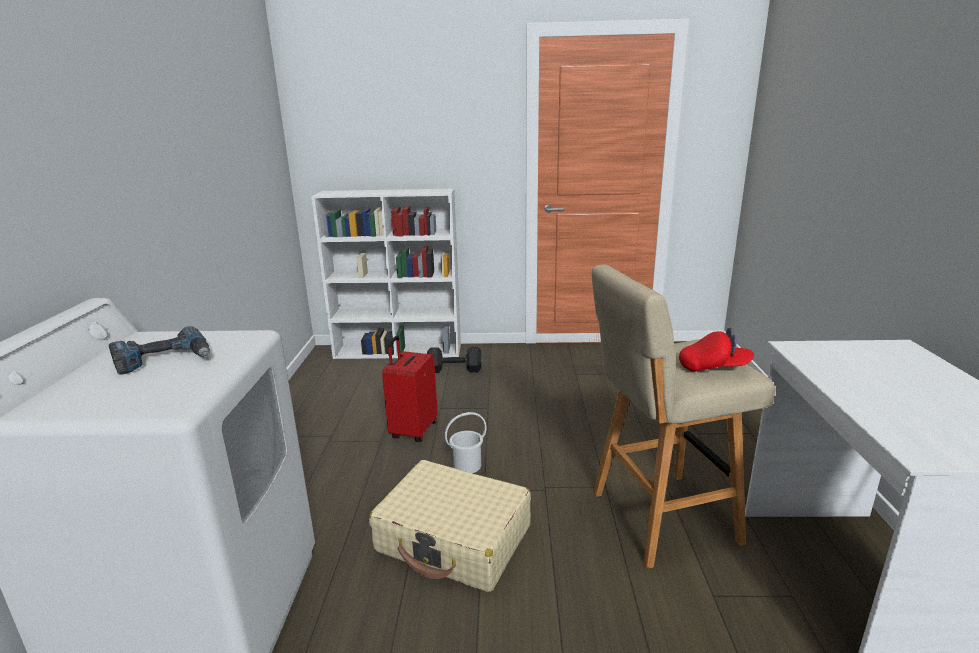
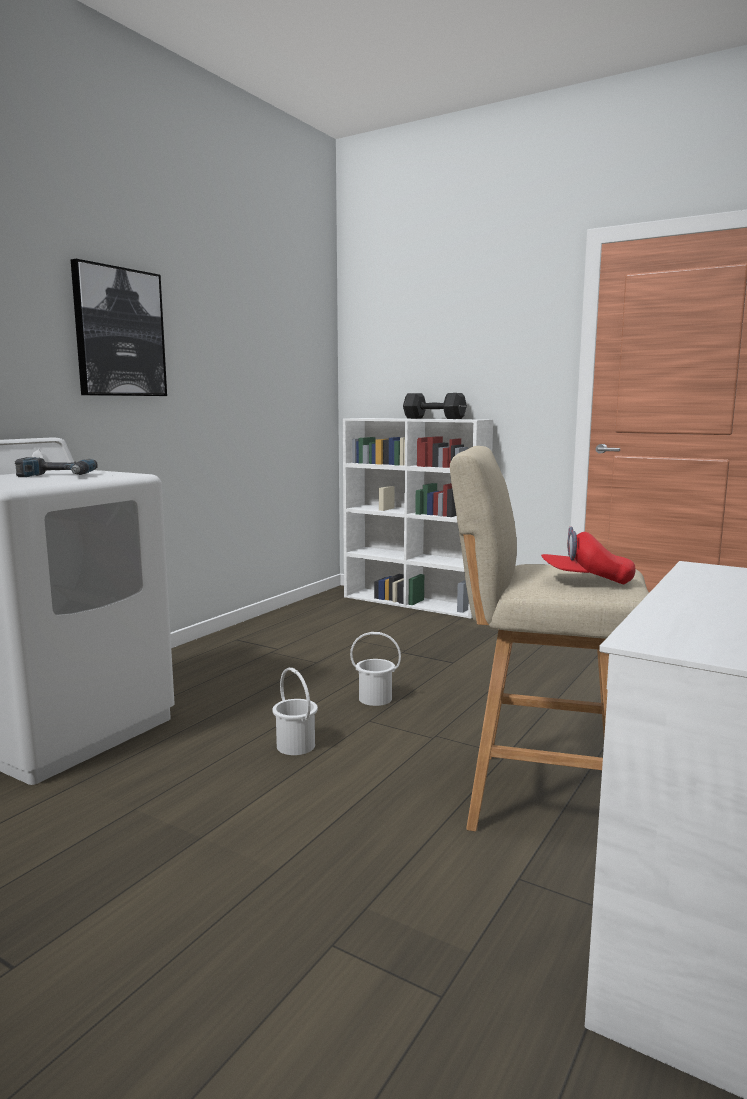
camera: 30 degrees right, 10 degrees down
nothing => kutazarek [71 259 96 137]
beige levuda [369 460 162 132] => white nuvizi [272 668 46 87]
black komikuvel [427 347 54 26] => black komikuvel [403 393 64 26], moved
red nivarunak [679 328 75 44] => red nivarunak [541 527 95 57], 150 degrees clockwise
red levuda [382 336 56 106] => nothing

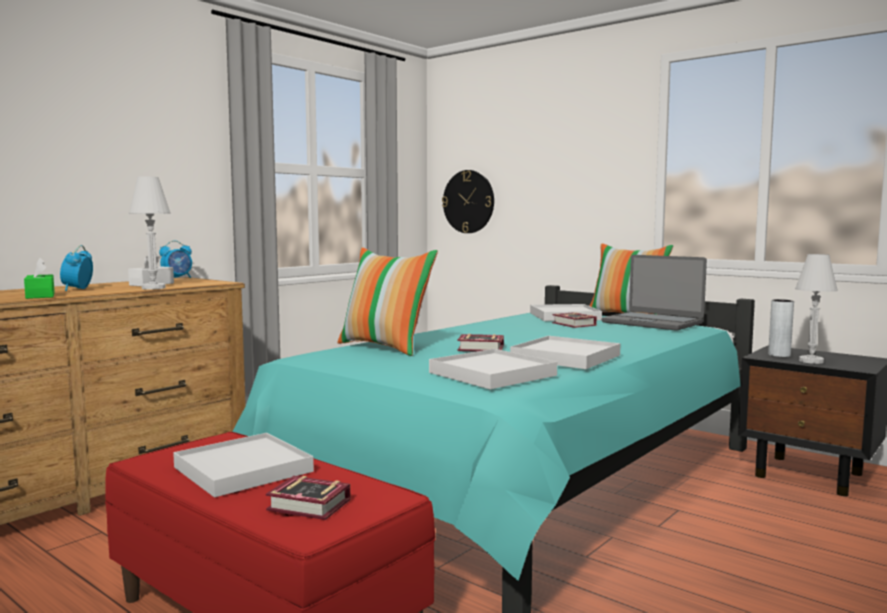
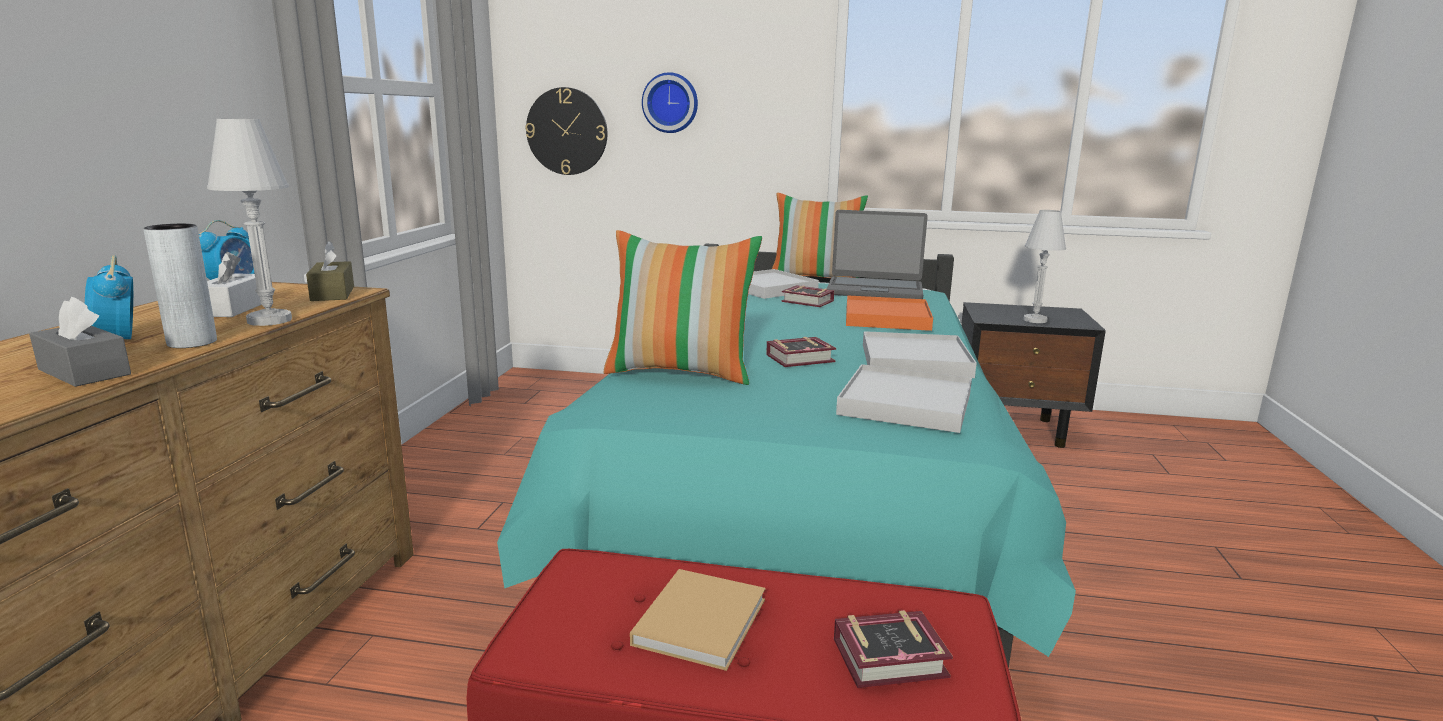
camera: 30 degrees left, 10 degrees up
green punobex [24 258 31 41] => grey punobex [29 297 102 90]
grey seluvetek [768 299 26 58] => grey seluvetek [143 224 74 124], moved
nothing => brown punobex [306 241 48 60]
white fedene [173 433 141 64] => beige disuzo [630 569 135 102]
nothing => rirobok [642 72 56 61]
nothing => orange fedene [846 295 87 36]

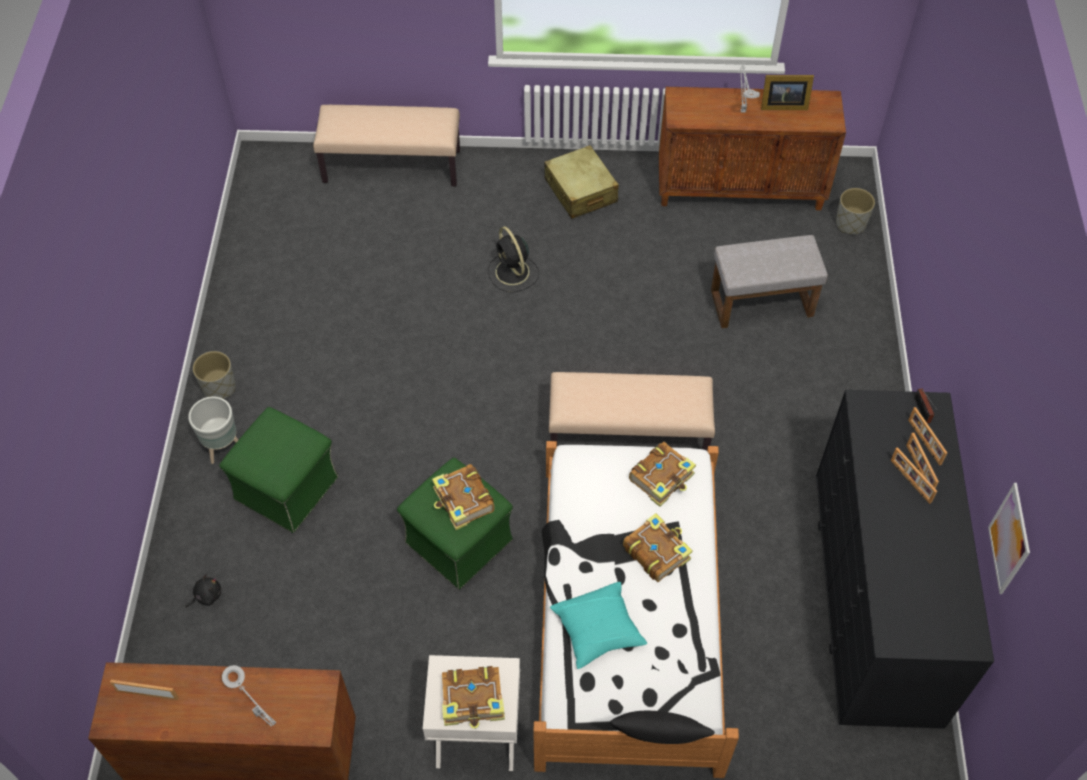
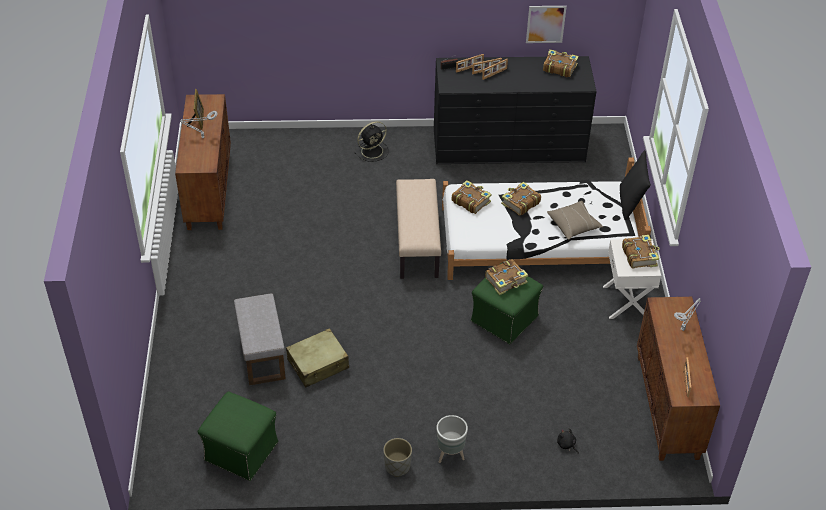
camera: 95 degrees left, 10 degrees down
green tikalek [219 407 119 126] => green tikalek [197 391 81 90], moved
grey tikalek [711 235 117 93] => grey tikalek [234 293 52 92], moved
beige levuda [544 145 75 74] => beige levuda [286 328 63 59], moved
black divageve [488 227 51 65] => black divageve [355 121 34 41], moved
nothing => disuzo [543 49 35 28]
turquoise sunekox [550 582 97 87] => beige sunekox [547 201 56 39]
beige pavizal [313 105 147 81] => nothing
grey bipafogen [836 188 39 46] => nothing

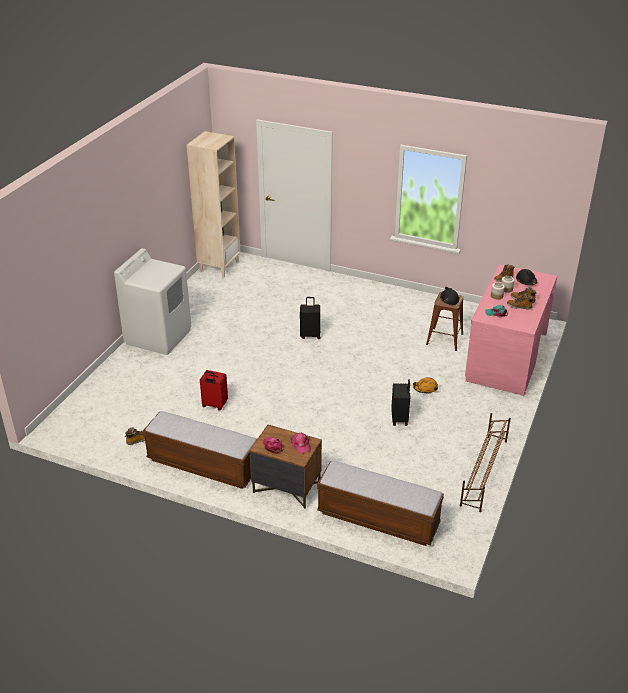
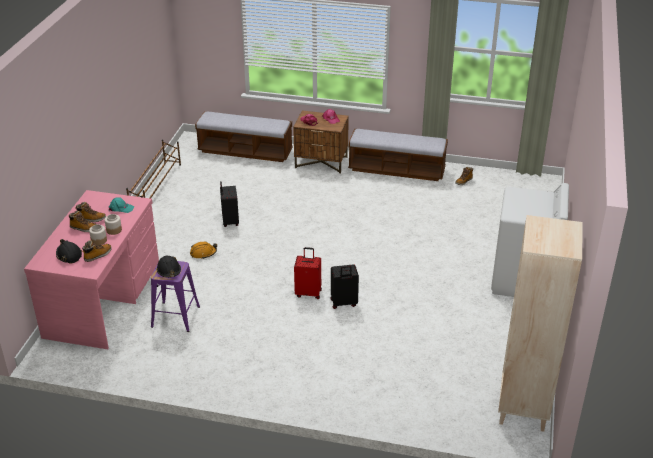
camera: 170 degrees right, 0 degrees up
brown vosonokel [426 292 37 59] => purple vosonokel [151 261 49 71]
red levuda [200 370 28 41] => red levuda [294 247 28 52], moved

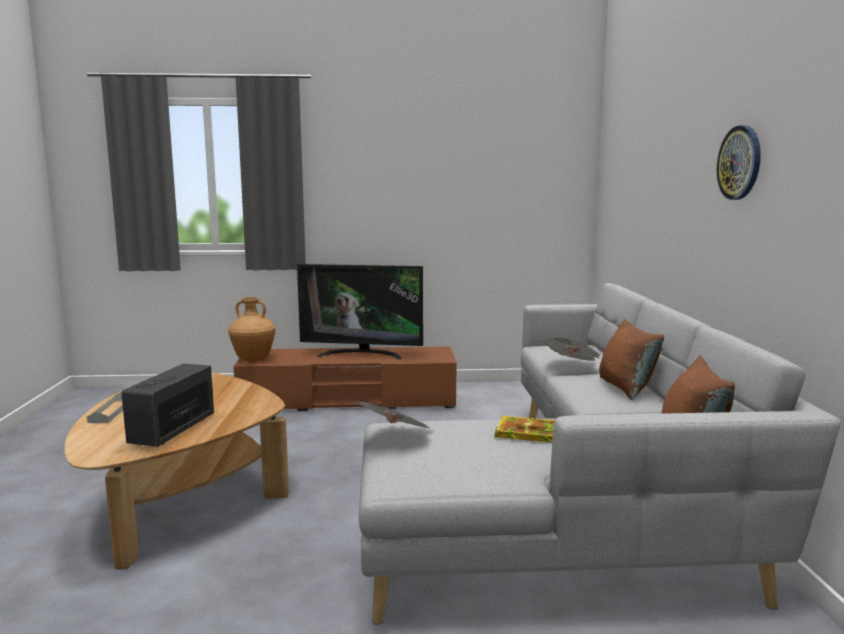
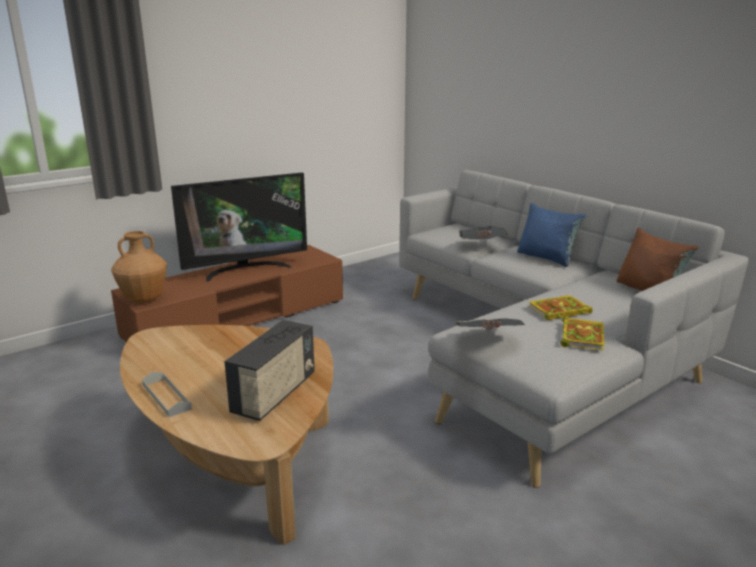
camera: 35 degrees left, 10 degrees up
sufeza [121 363 93 84] => sufeza [224 320 91 101], 135 degrees counterclockwise
brown sunekox [599 319 65 81] => blue sunekox [517 203 69 64]
nothing => disuzo [560 316 45 35]
rirobok [717 125 44 75] => nothing

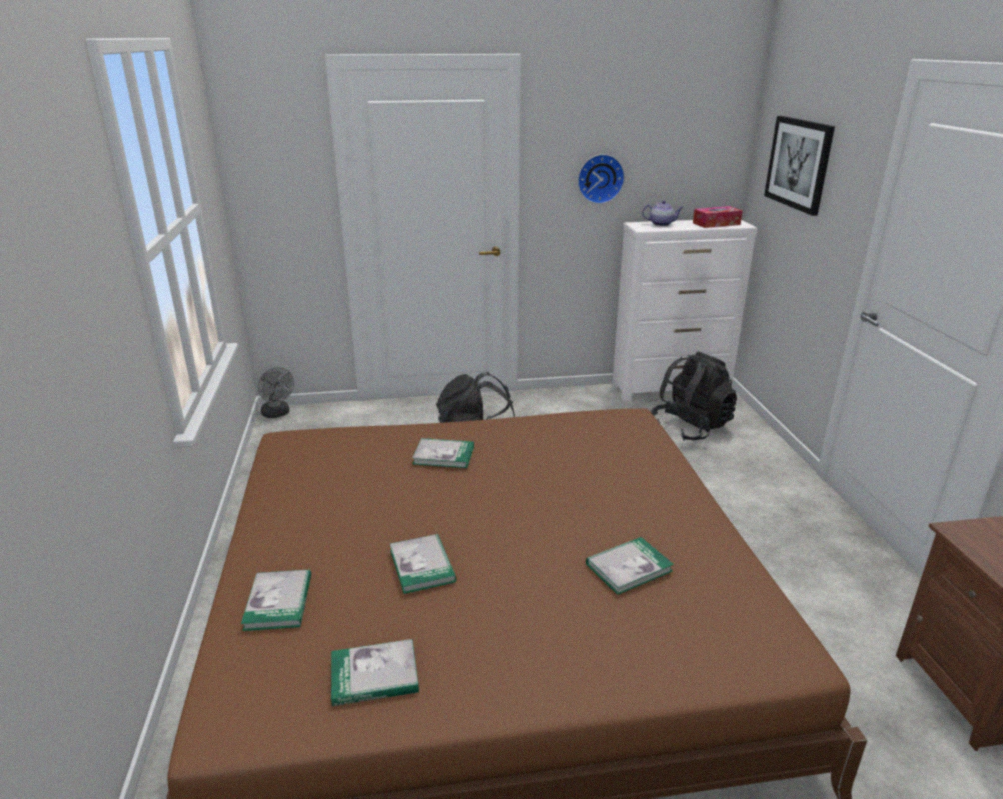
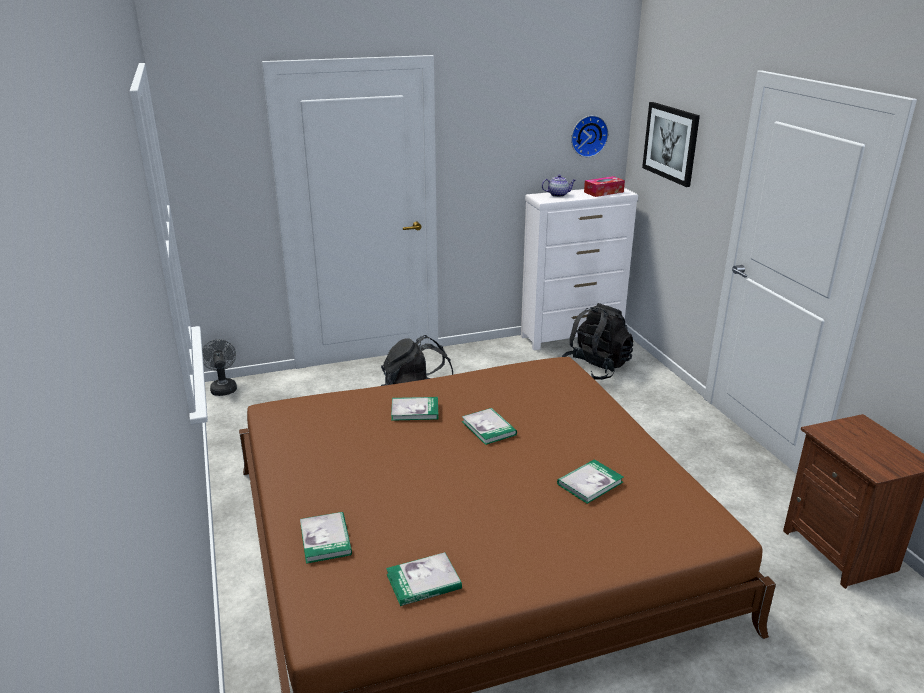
camera: 10 degrees left, 0 degrees up
grey divageve [258 367 36 51] => grey divageve [202 339 35 57], 150 degrees counterclockwise
disuzo [390 534 66 60] => disuzo [462 408 55 37], moved
rirobok [578 154 47 50] => rirobok [571 115 38 42], moved

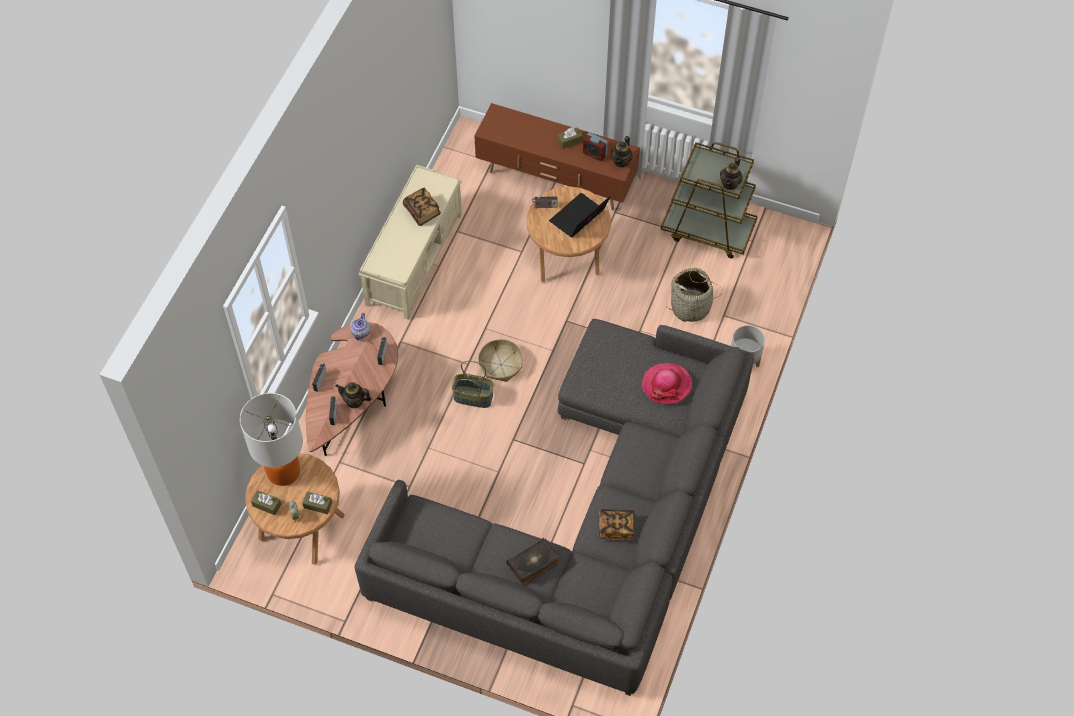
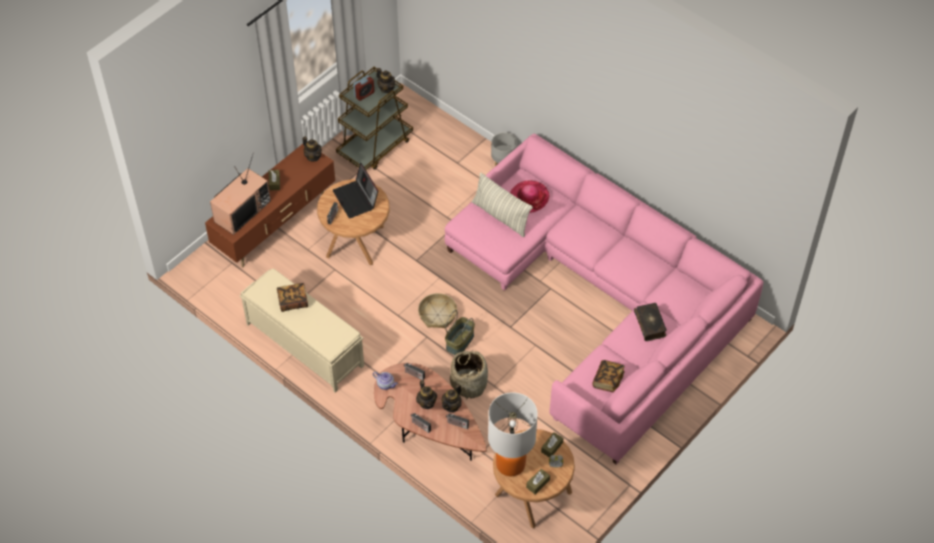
camera: 70 degrees left, 5 degrees down
nothing => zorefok [210 153 61 82]
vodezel [583 133 25 28] => vodezel [353 75 21 26], moved
nothing => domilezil [416 380 21 29]
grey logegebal [354 319 400 377] => pink logegebal [445 134 318 330]
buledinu [666 268 54 54] => buledinu [450 349 38 51], moved
nothing => sunekox [472 172 61 65]
disuzo [599 509 36 32] => disuzo [592 360 33 32], moved

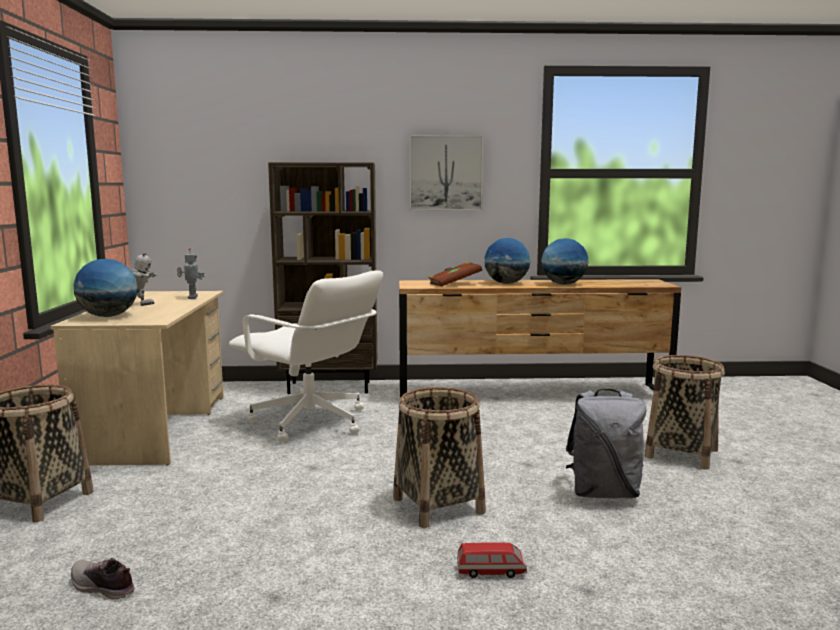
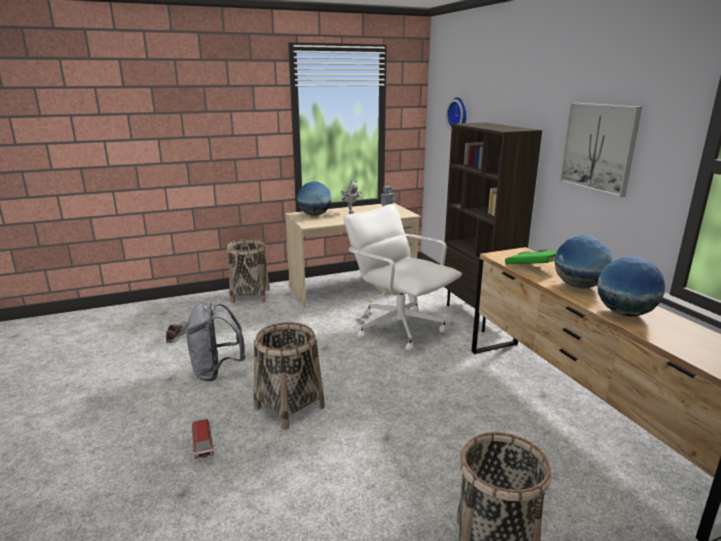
camera: 70 degrees right, 10 degrees up
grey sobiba [565 389 81 109] => grey sobiba [186 303 60 78], moved
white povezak [229 271 154 171] => white povezak [344 204 118 147], 120 degrees clockwise
nothing => rirobok [446 97 21 33]
brown disuzo [428 261 54 26] => green disuzo [505 249 53 15]

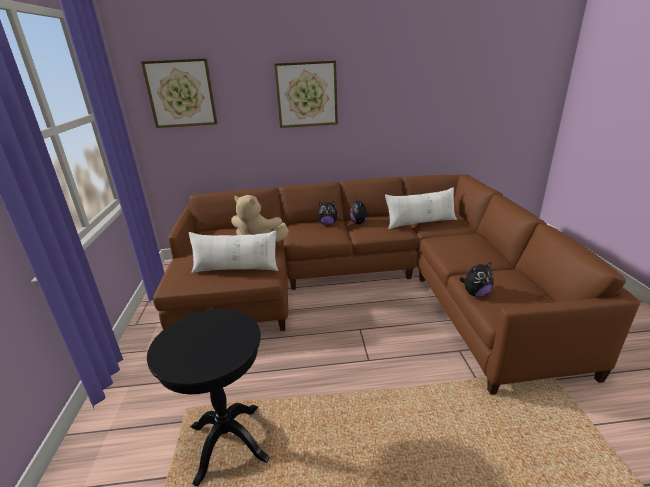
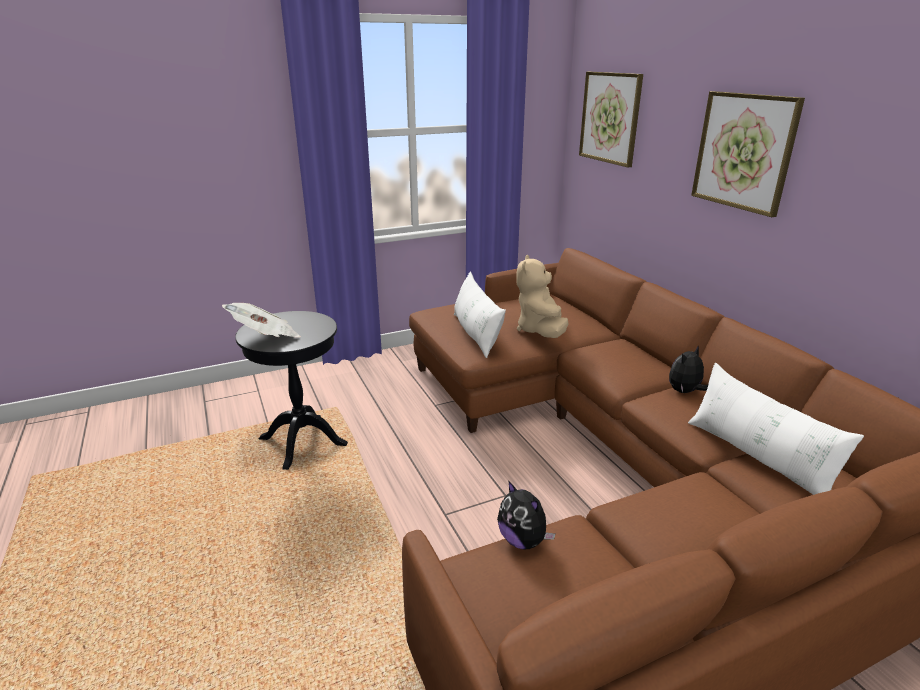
camera: 70 degrees right, 0 degrees up
nothing => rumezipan [222 303 79 34]
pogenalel [317 201 22 24] => nothing

